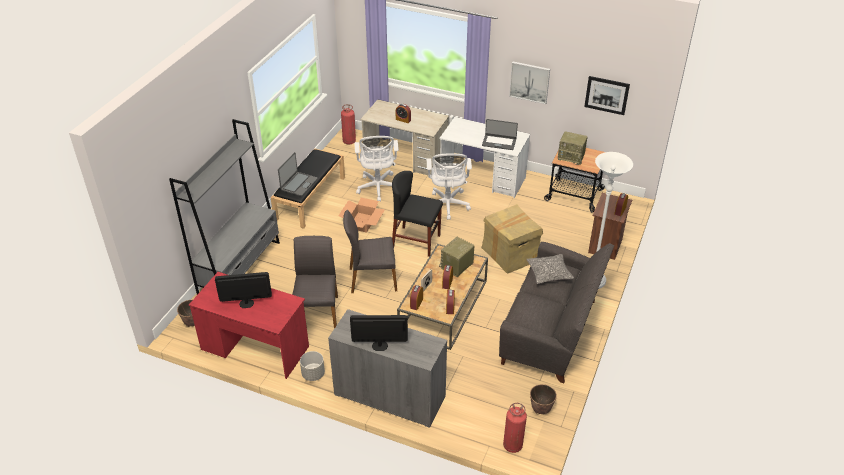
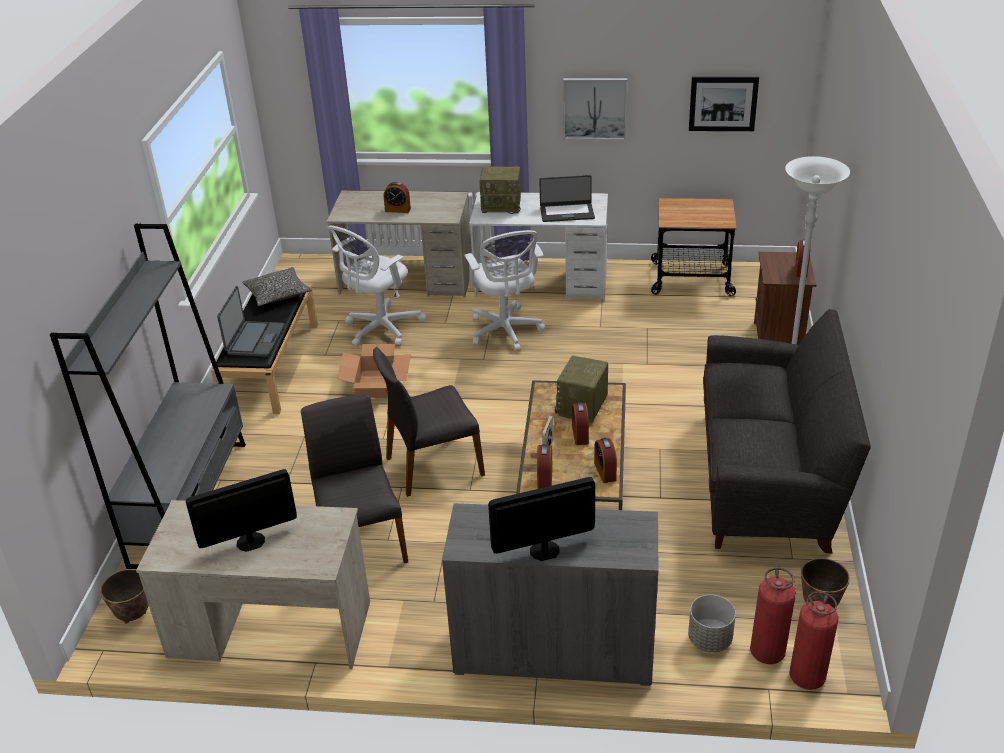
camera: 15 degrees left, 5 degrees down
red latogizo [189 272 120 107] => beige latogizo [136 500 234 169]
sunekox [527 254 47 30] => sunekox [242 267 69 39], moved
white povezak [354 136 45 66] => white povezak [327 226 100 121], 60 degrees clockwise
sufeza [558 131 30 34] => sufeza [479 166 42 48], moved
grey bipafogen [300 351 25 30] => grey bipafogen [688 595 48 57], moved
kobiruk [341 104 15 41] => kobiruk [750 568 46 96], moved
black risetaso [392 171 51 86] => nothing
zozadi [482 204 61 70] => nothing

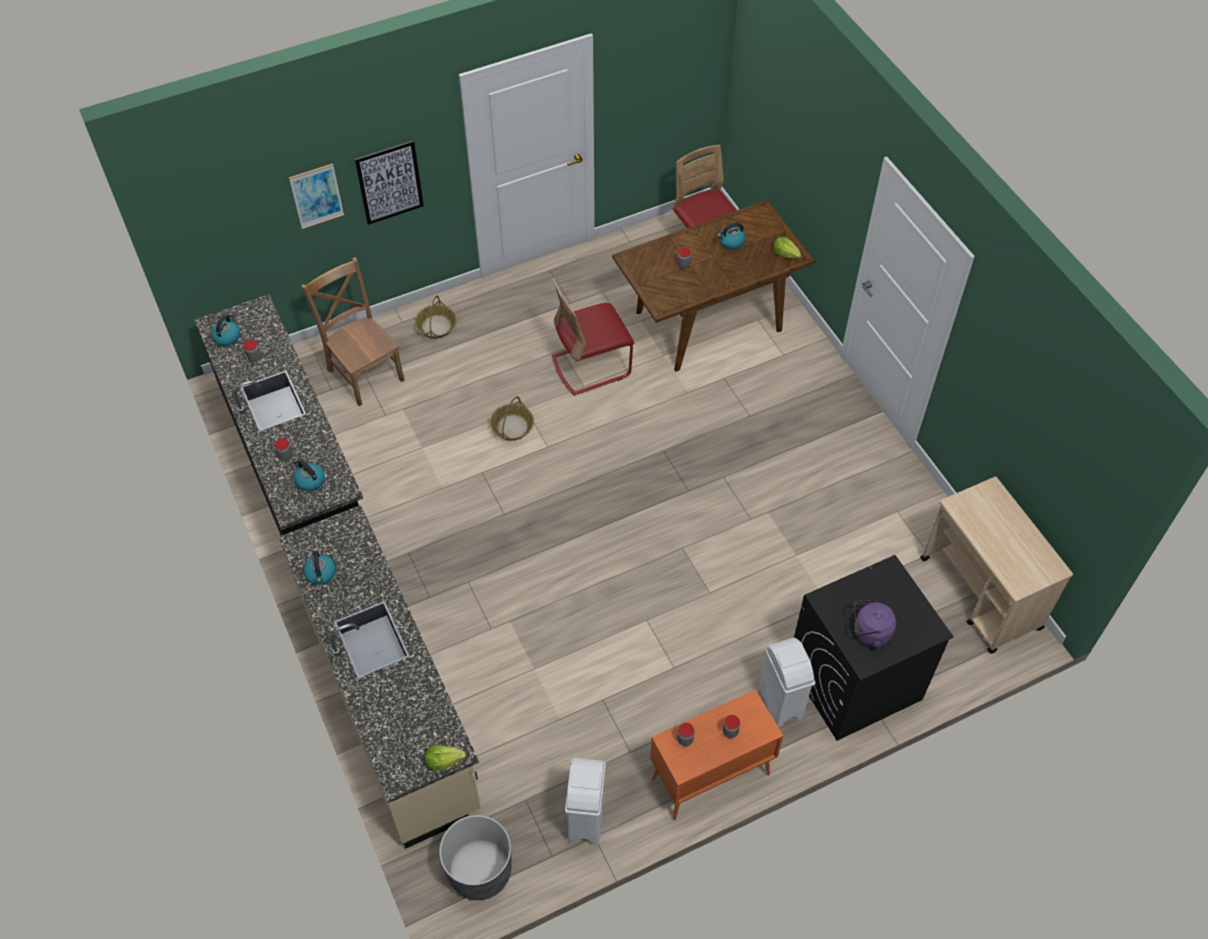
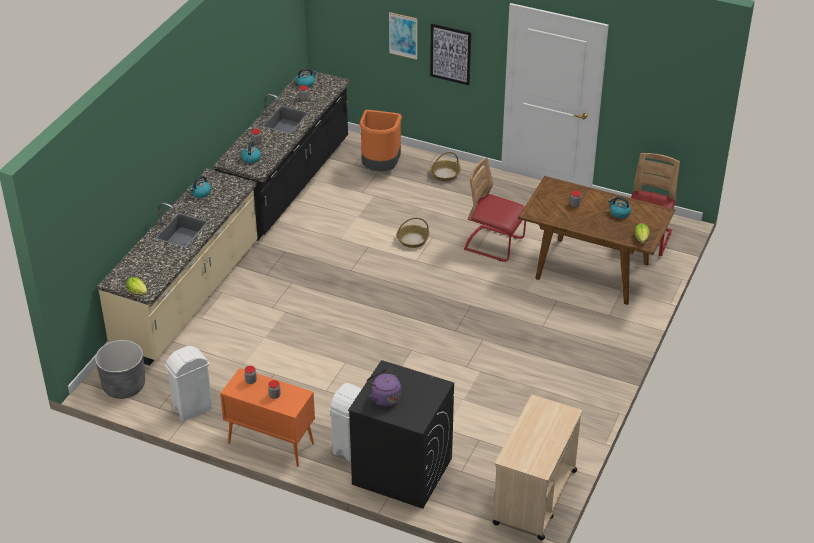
camera: 50 degrees right, 15 degrees down
brown risetaso [301 257 104 149] => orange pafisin [359 110 43 61]

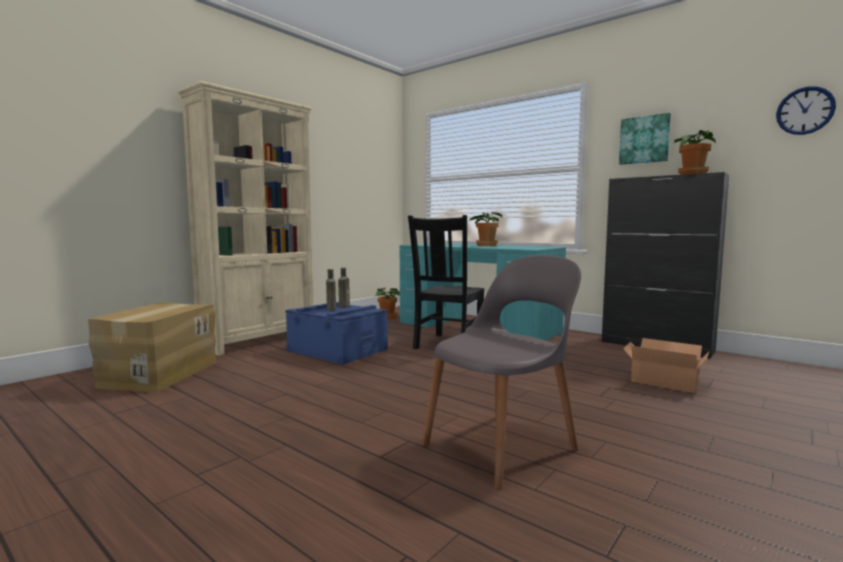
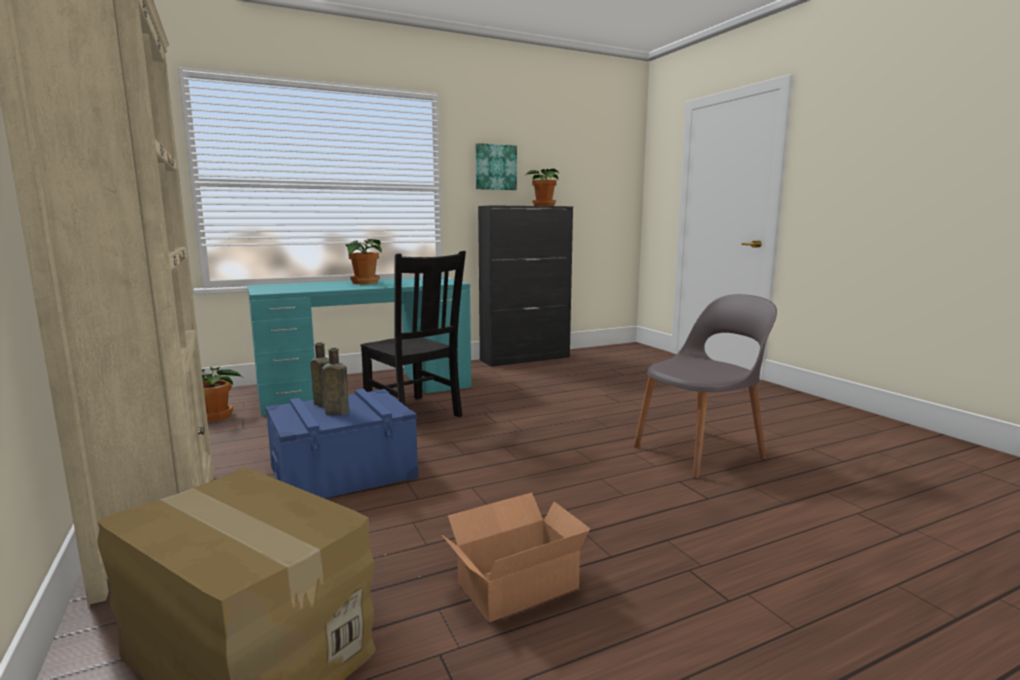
camera: 65 degrees left, 5 degrees up
zozadi [623 338 86 55] => zozadi [442 493 148 130], moved
grey risetaso [422 255 159 235] => grey risetaso [634 294 143 184], 75 degrees clockwise
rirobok [776 86 60 49] => nothing

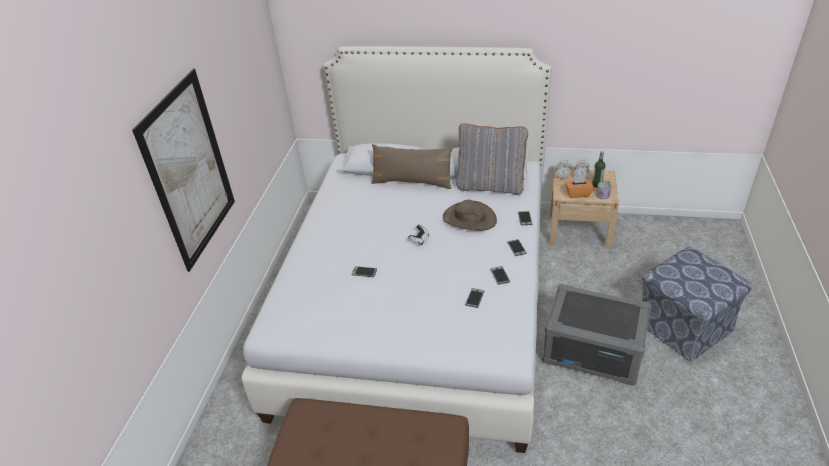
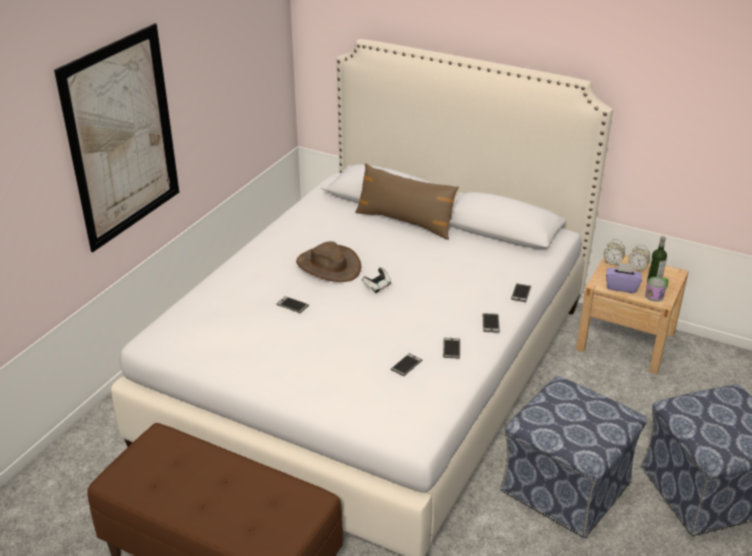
camera: 15 degrees right, 5 degrees down
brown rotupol [443 200 54 31] => brown rotupol [296 241 65 41], moved
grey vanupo [542 284 110 102] => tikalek [500 376 147 162]
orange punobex [565 176 29 22] => purple punobex [606 262 36 31]
grey sunekox [456 123 72 72] => nothing

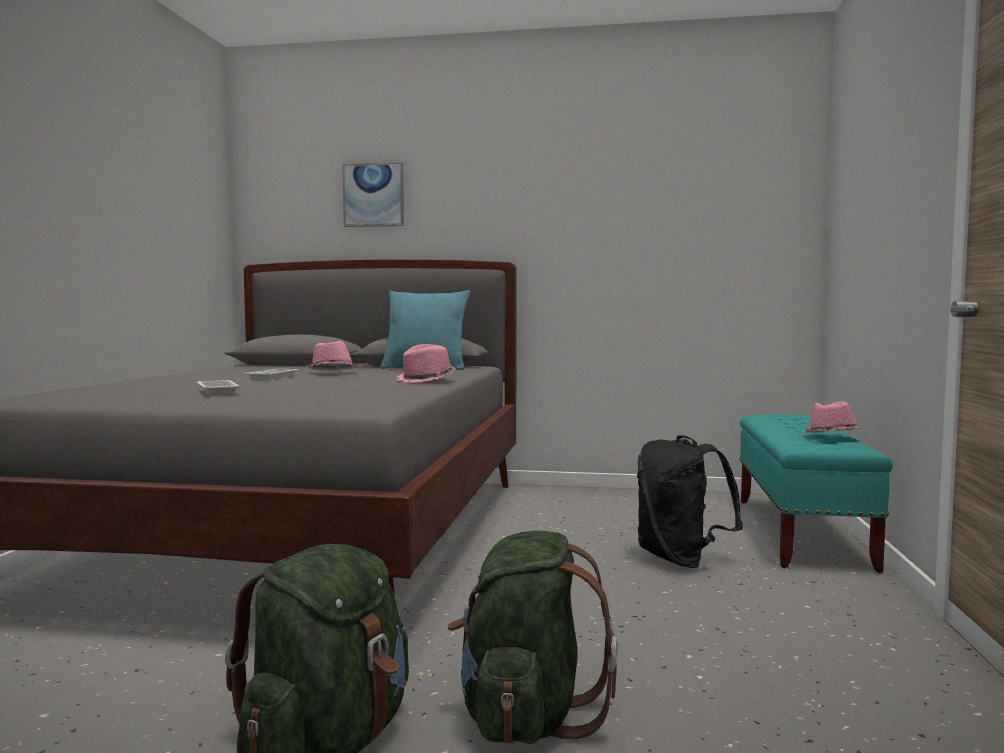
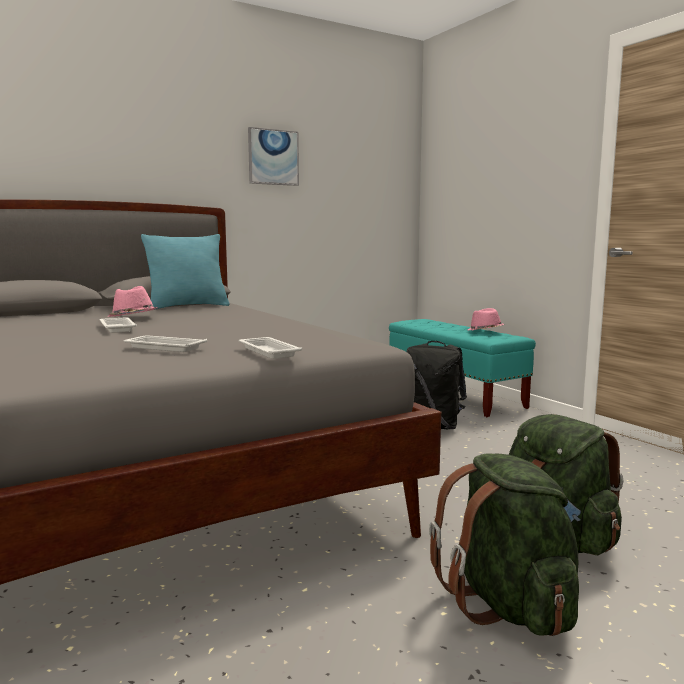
camera: 40 degrees left, 5 degrees up
nothing => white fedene [239 337 63 22]
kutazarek [343 162 61 65] => kutazarek [248 127 51 59], moved
pink rotupol [397 344 58 39] => nothing

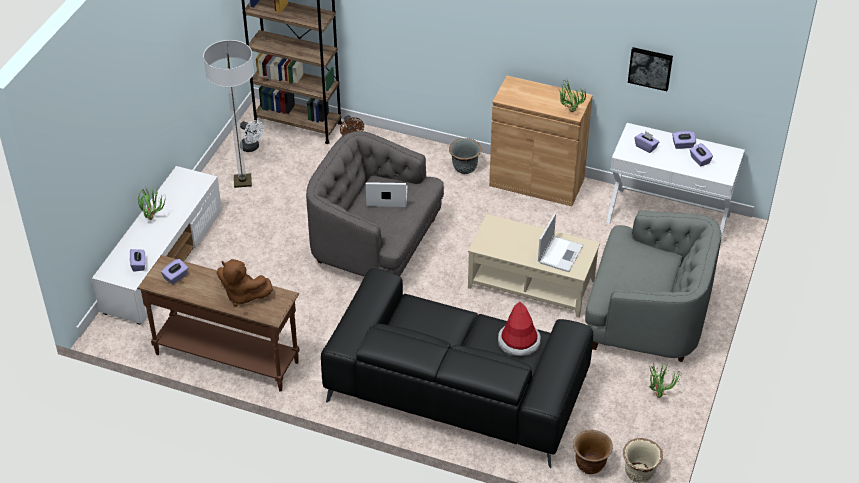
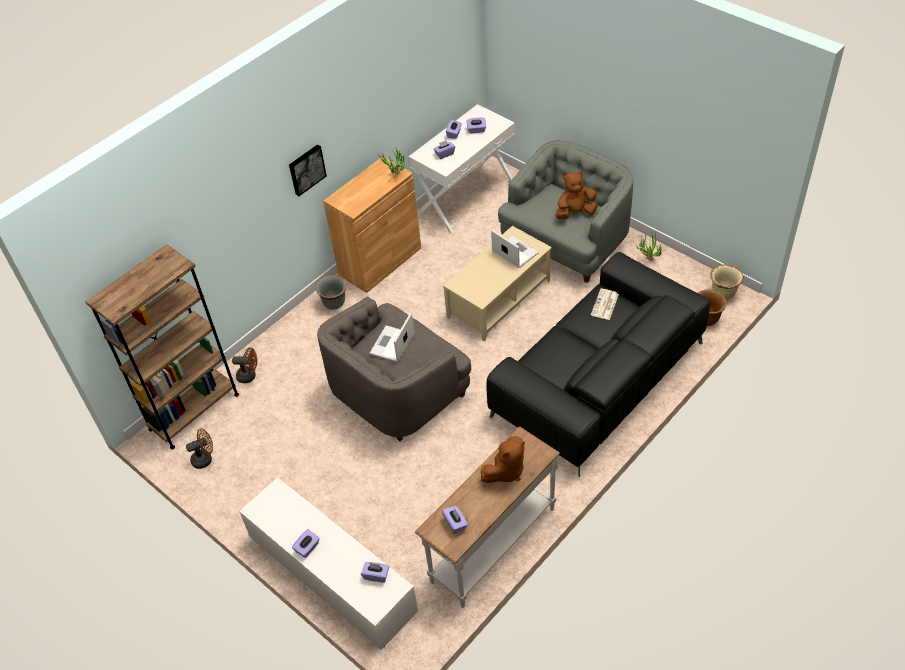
camera: 65 degrees left, 5 degrees up
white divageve [240 120 24 32] => brown divageve [186 428 27 41]
kutazarek [628 47 45 44] => kutazarek [289 144 38 52], moved
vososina [138 187 28 33] => purple punobex [292 529 28 29]
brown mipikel [137 255 163 137] => white mipikel [414 427 146 181]
nothing => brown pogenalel [555 171 43 49]
rotupol [498 302 43 54] => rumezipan [591 289 28 31]
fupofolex [203 40 51 148] => nothing

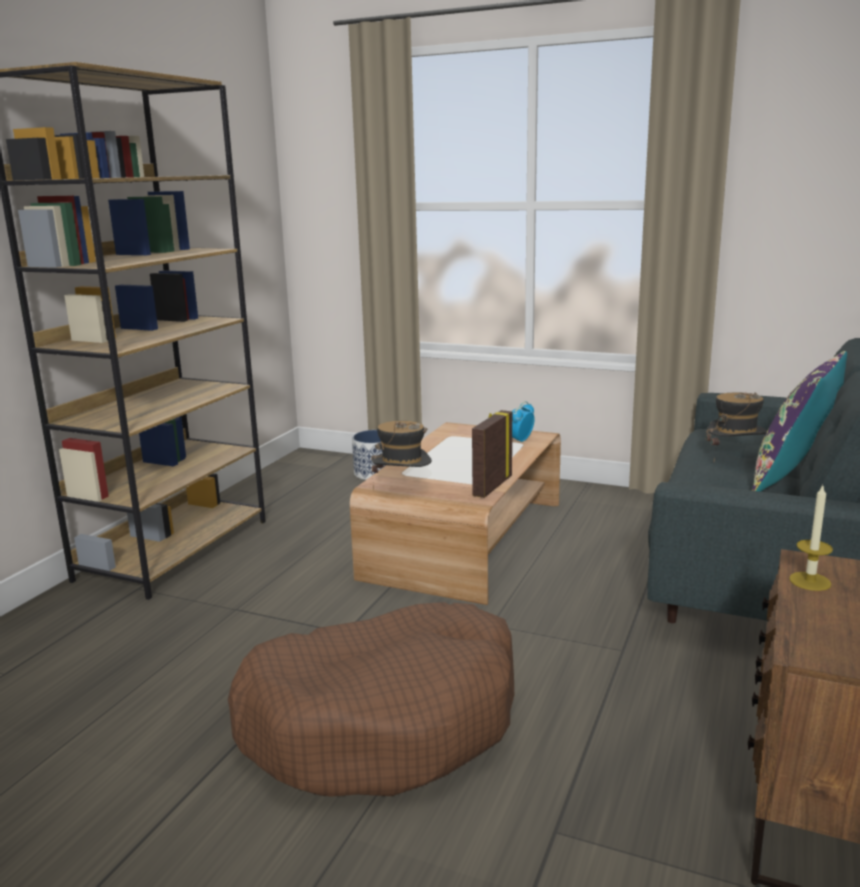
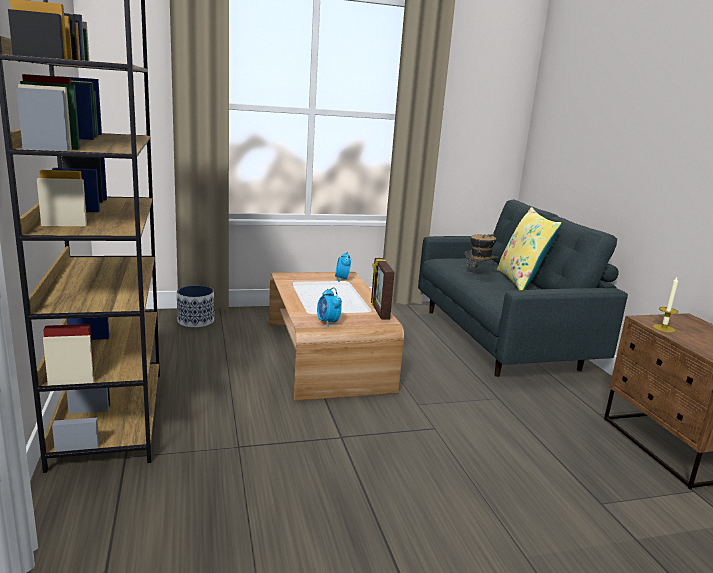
camera: 40 degrees left, 0 degrees up
rotupol [371 421 61 69] => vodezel [317 287 25 40]
purple sunekox [752 351 95 141] => yellow sunekox [497 207 65 83]
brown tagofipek [228 602 286 195] => nothing

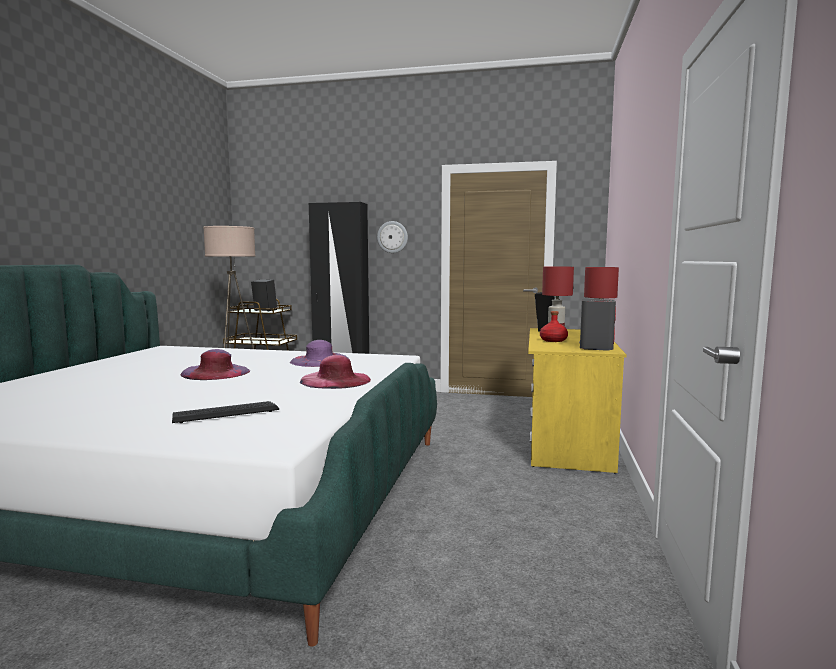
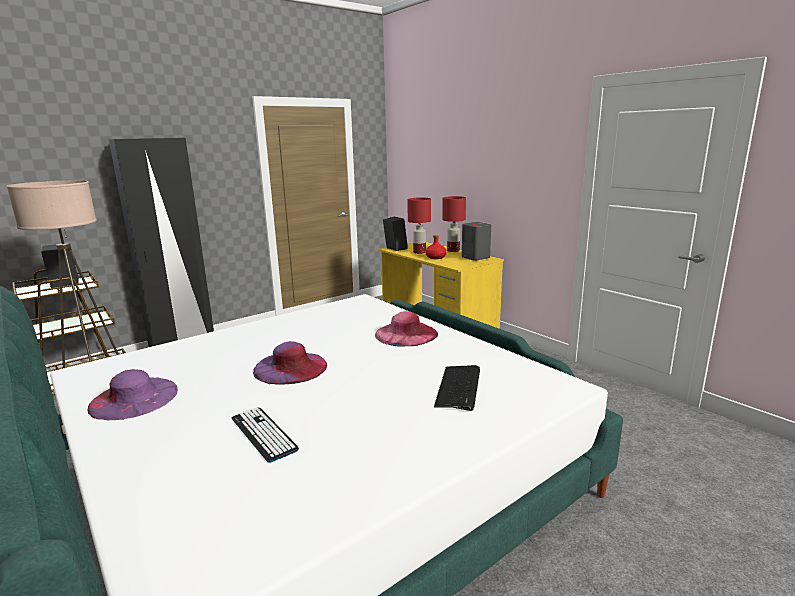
camera: 50 degrees left, 10 degrees up
purple rotupol [290 340 60 27] => purple rotupol [87 369 91 51], moved
nothing => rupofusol [232 407 67 56]
rirobok [377 221 31 32] => nothing

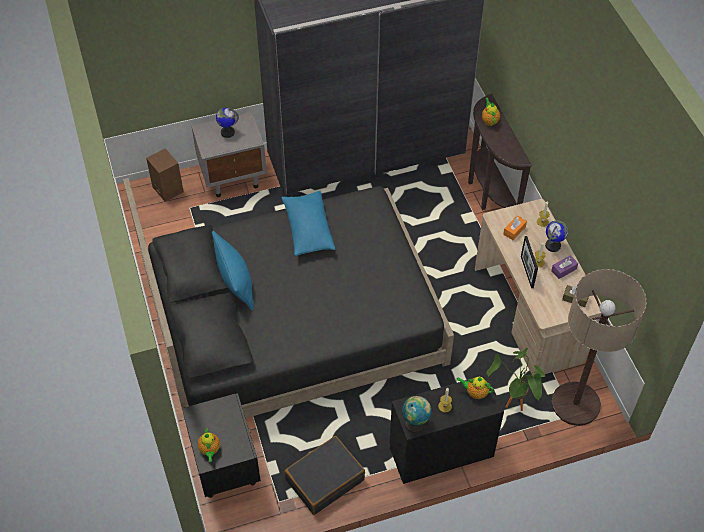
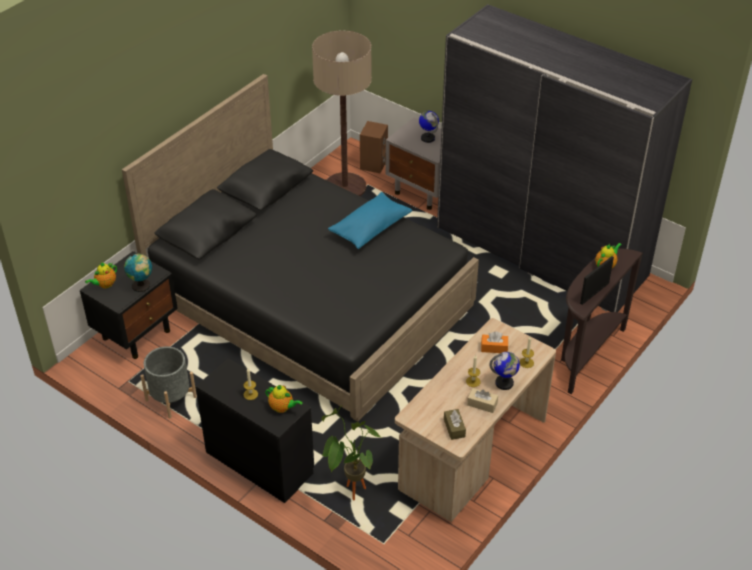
camera: 55 degrees right, 10 degrees down
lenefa [402 396 29 37] => lenefa [124 254 28 38], moved
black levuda [285 436 80 79] => grey bipafogen [141 346 56 72]
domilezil [457 377 37 22] => domilezil [265 385 38 28], 135 degrees clockwise
fupofolex [552 269 95 157] => fupofolex [312 31 60 165], moved
purple punobex [551 255 27 24] => beige punobex [467 388 31 25]
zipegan [521 236 17 52] => zipegan [580 256 34 49], moved
blue sunekox [212 231 42 79] => nothing

